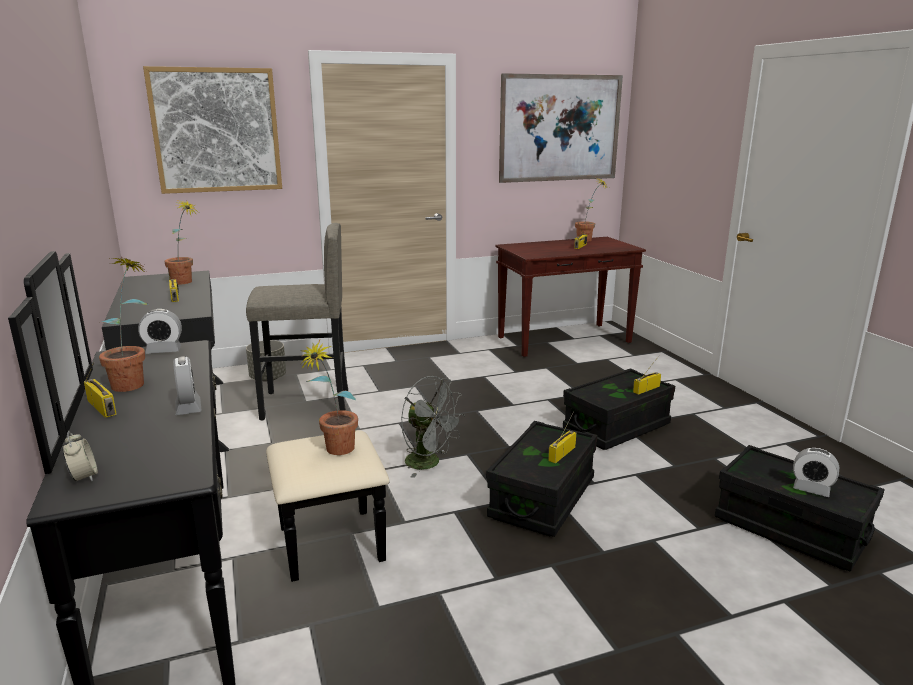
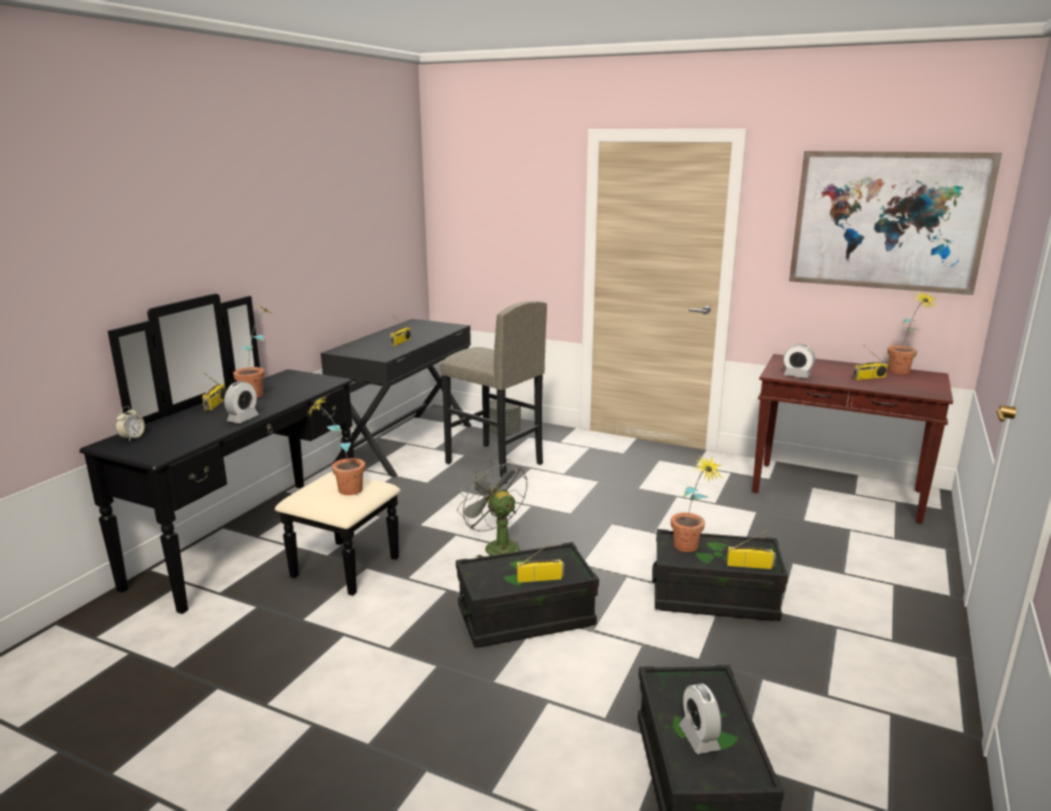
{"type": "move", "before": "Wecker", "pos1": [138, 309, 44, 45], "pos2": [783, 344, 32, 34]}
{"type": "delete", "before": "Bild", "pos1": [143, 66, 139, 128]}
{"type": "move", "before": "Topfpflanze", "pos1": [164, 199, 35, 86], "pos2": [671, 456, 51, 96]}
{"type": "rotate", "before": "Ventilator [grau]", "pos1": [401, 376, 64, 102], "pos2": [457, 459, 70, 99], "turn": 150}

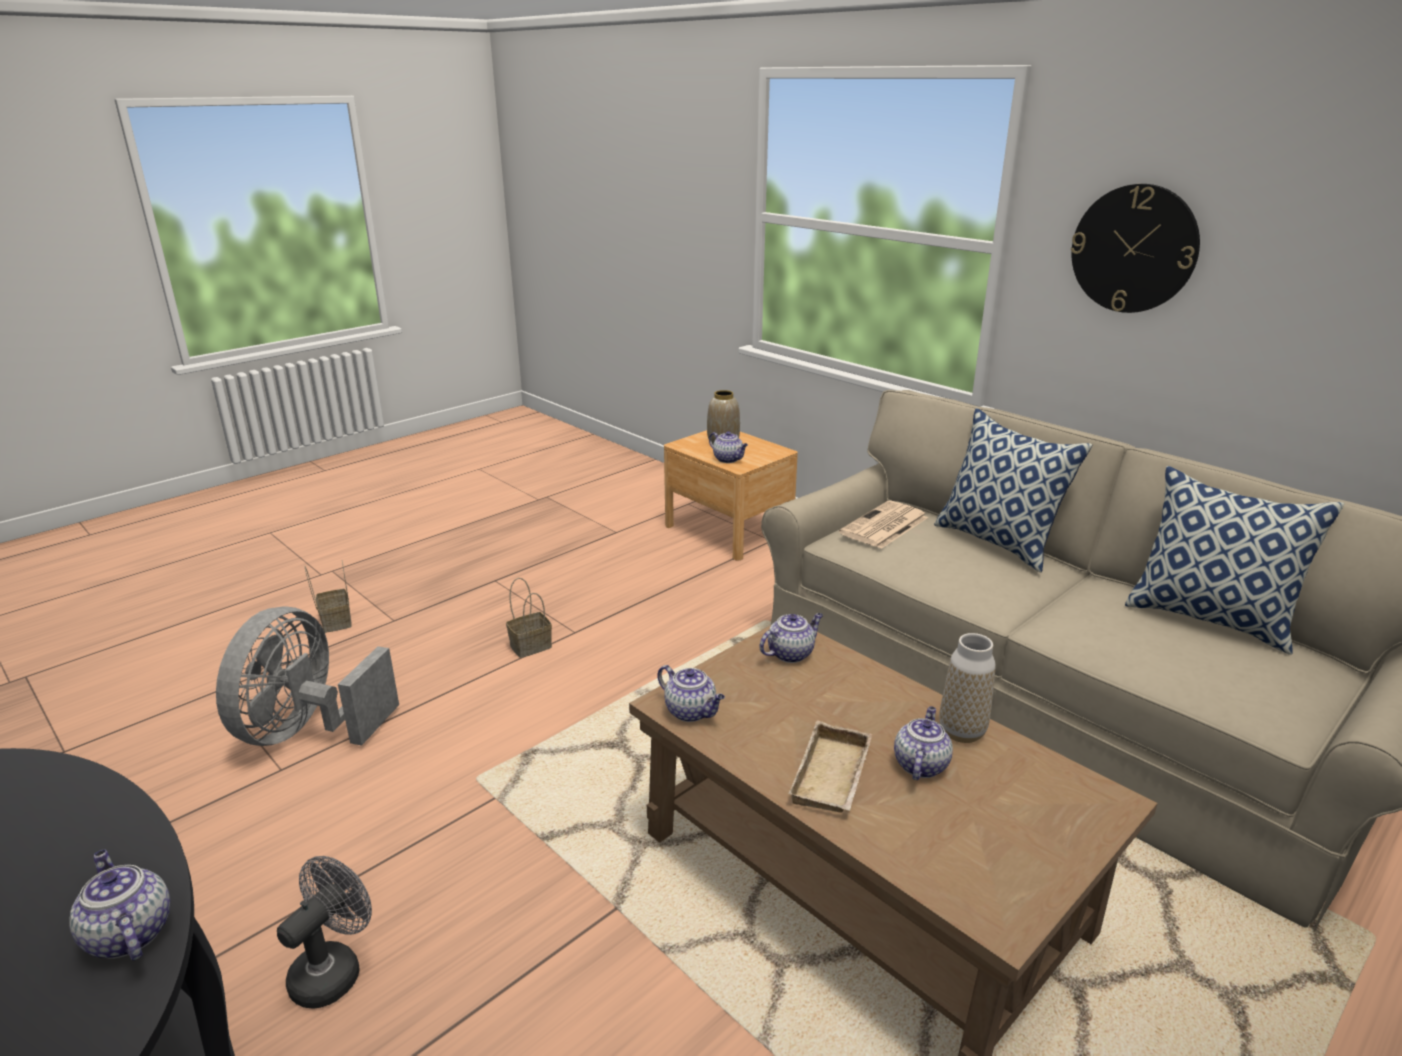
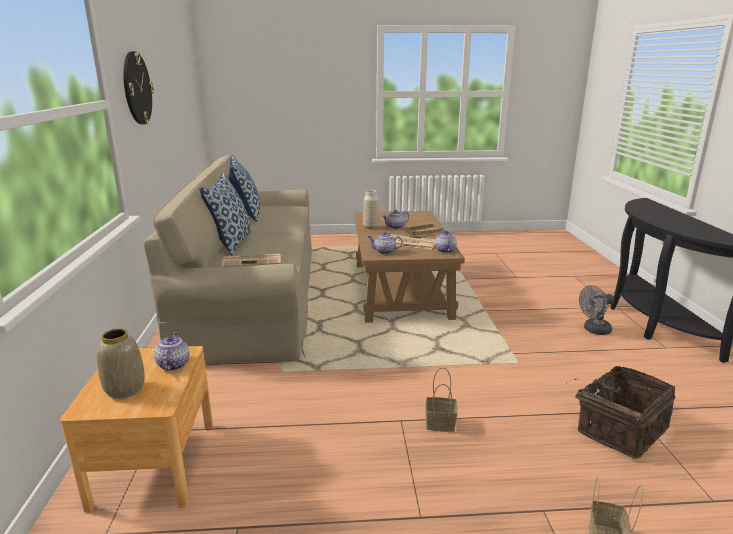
{"type": "delete", "before": "Teekanne", "pos1": [69, 850, 101, 111]}
{"type": "replace", "before": "Ventilator [grau]", "after": "Korb", "pos1": [216, 607, 183, 139], "pos2": [566, 366, 110, 93]}
{"type": "insert", "after": "Zeitung", "pos2": [391, 234, 45, 16]}

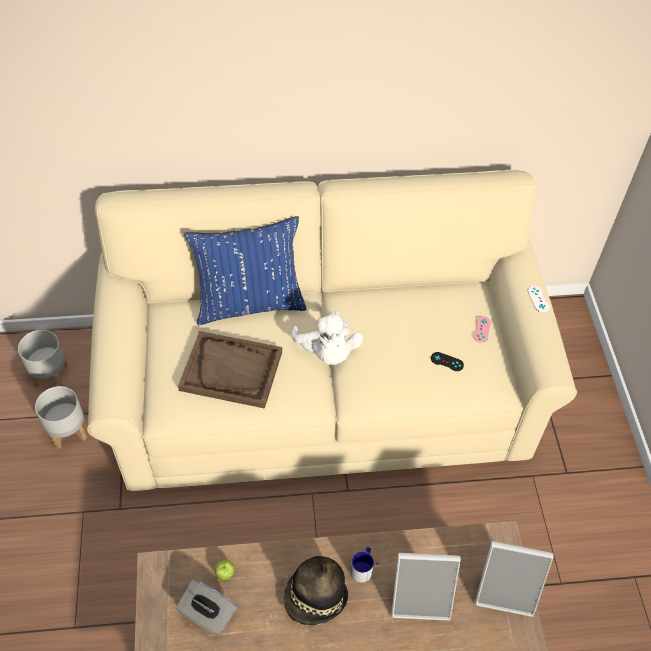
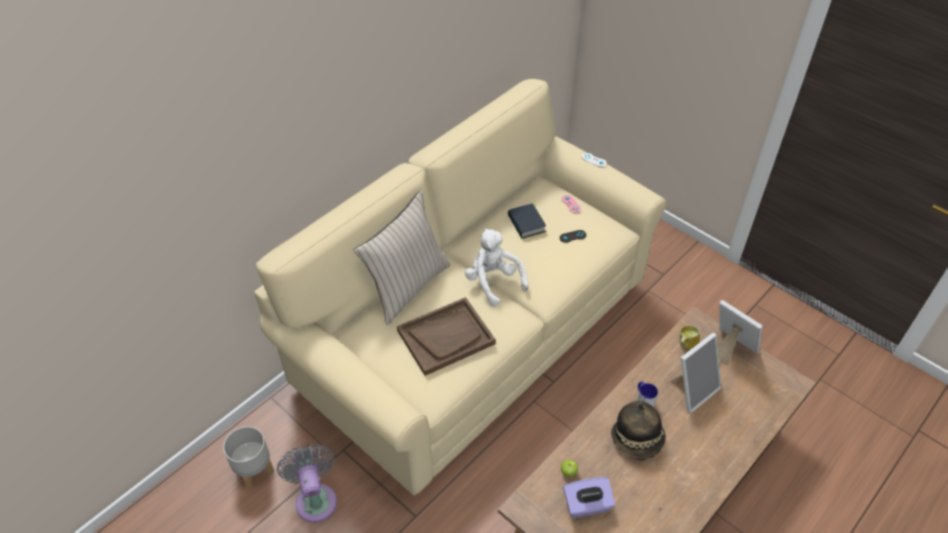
{"type": "replace", "before": "Pflanzkübel [grau]", "after": "Ventilator [grau]", "pos1": [35, 386, 52, 63], "pos2": [277, 444, 60, 79]}
{"type": "recolor", "before": "Taschentuchbox [grau]", "after": "Taschentuchbox [lila]", "pos1": [176, 579, 61, 57], "pos2": [563, 477, 52, 41]}
{"type": "recolor", "before": "Kissen [blau]", "after": "Kissen [beige]", "pos1": [184, 216, 122, 109], "pos2": [354, 190, 97, 135]}
{"type": "rotate", "before": "Plüschtier [weiß]", "pos1": [292, 311, 71, 54], "pos2": [465, 229, 64, 78], "turn": -150}
{"type": "rotate", "before": "Bilderrahmen", "pos1": [475, 541, 79, 76], "pos2": [718, 300, 45, 66], "turn": -105}
{"type": "insert", "after": "Buch", "pos2": [508, 204, 38, 35]}
{"type": "insert", "after": "Henkelbecher", "pos2": [680, 325, 20, 24]}

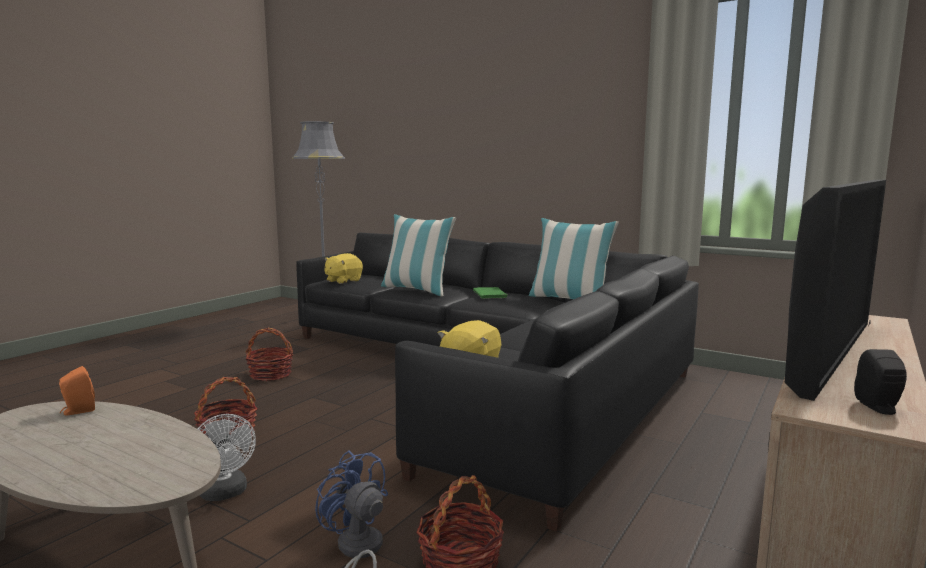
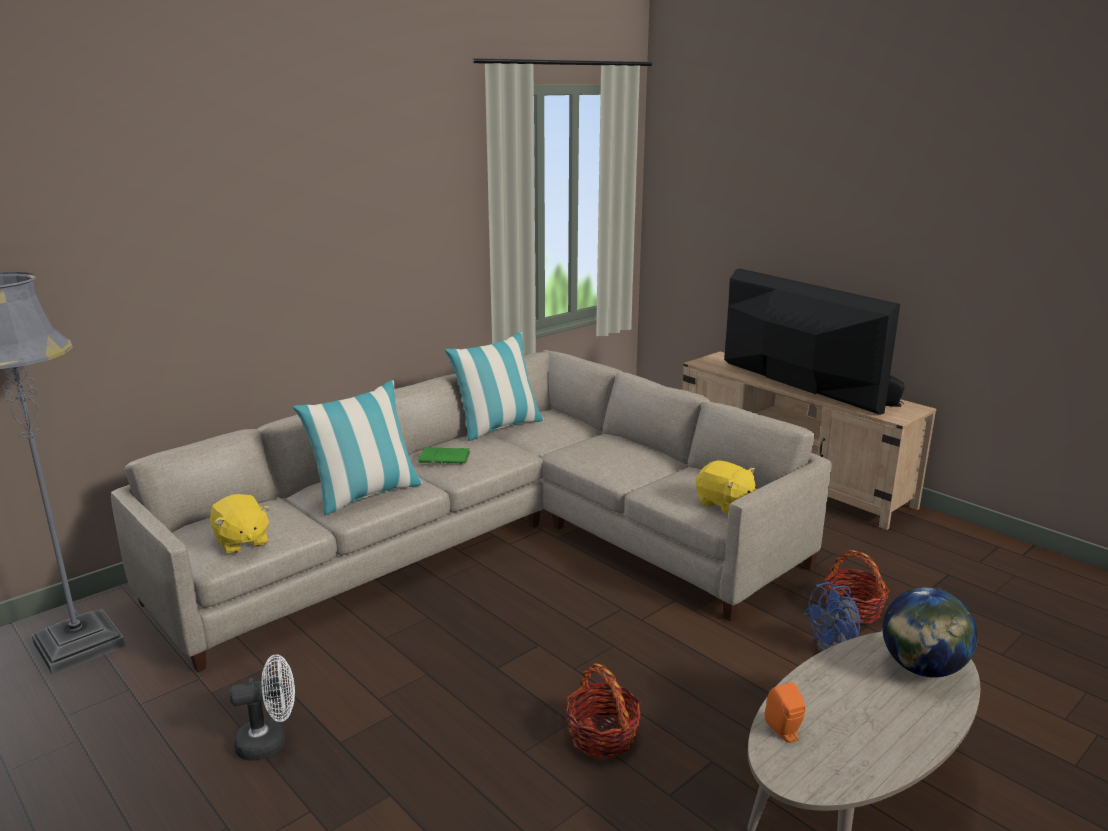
{"type": "move", "before": "Ventilator [weiß]", "pos1": [198, 414, 58, 87], "pos2": [230, 654, 65, 107]}
{"type": "delete", "before": "Korb", "pos1": [245, 328, 48, 53]}
{"type": "recolor", "before": "Sofa [schwarz]", "after": "Sofa [beige]", "pos1": [296, 233, 403, 299], "pos2": [111, 350, 721, 322]}
{"type": "insert", "after": "Globus", "pos2": [882, 587, 95, 91]}

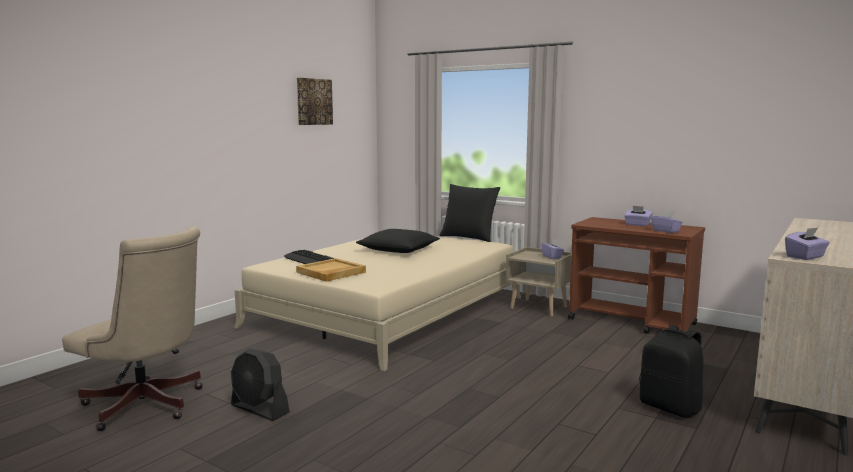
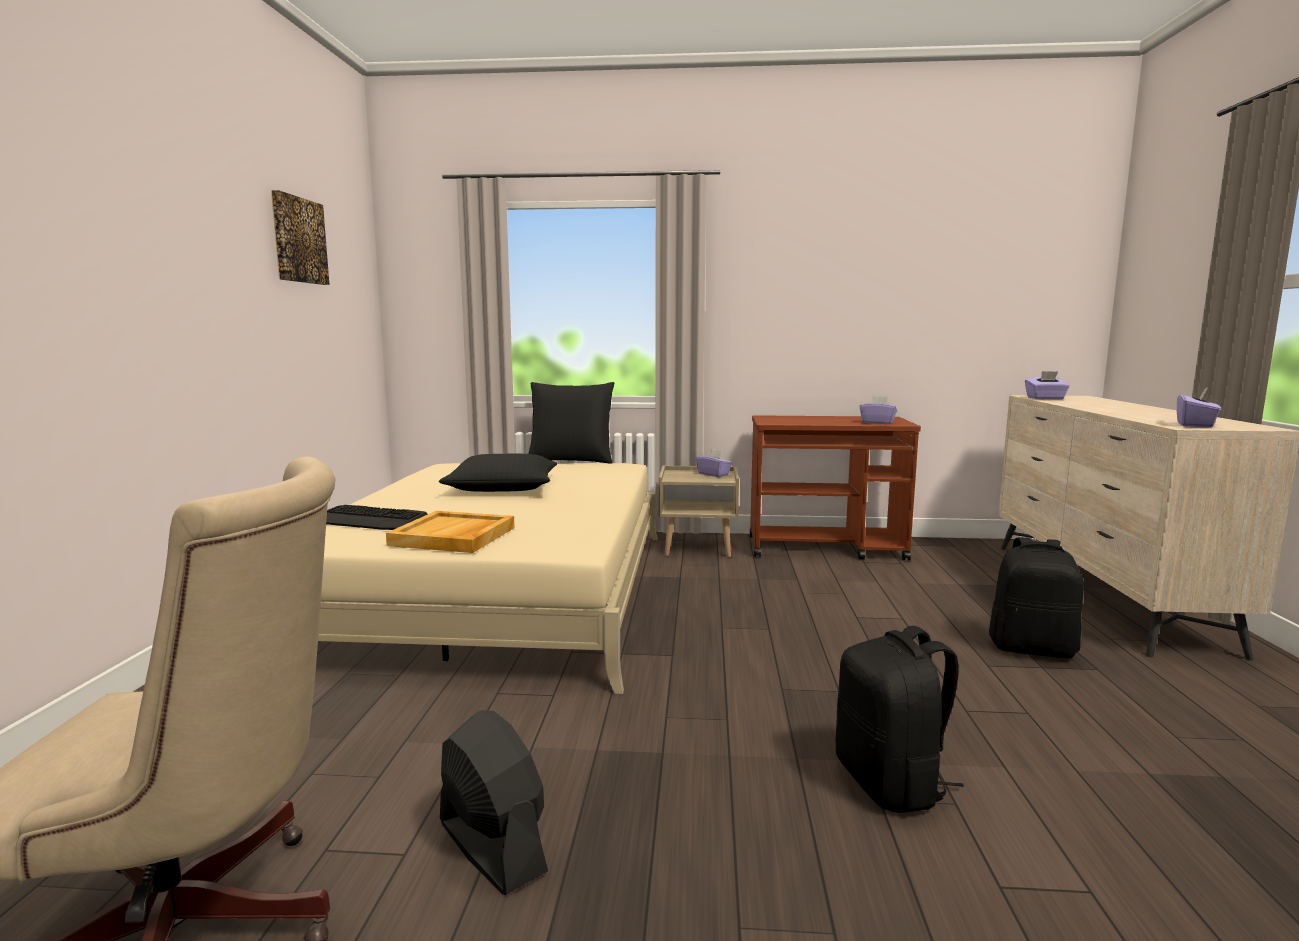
{"type": "rotate", "before": "Ventilator [schwarz]", "pos1": [231, 348, 59, 73], "pos2": [440, 710, 108, 185], "turn": -135}
{"type": "move", "before": "Taschentuchbox [lila]", "pos1": [624, 206, 29, 20], "pos2": [1025, 371, 45, 28]}
{"type": "insert", "after": "Rucksack [schwarz]", "pos2": [836, 626, 128, 187]}

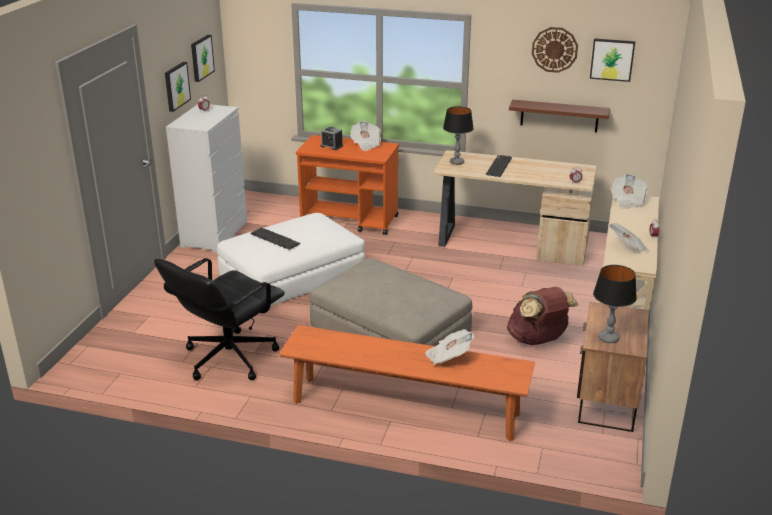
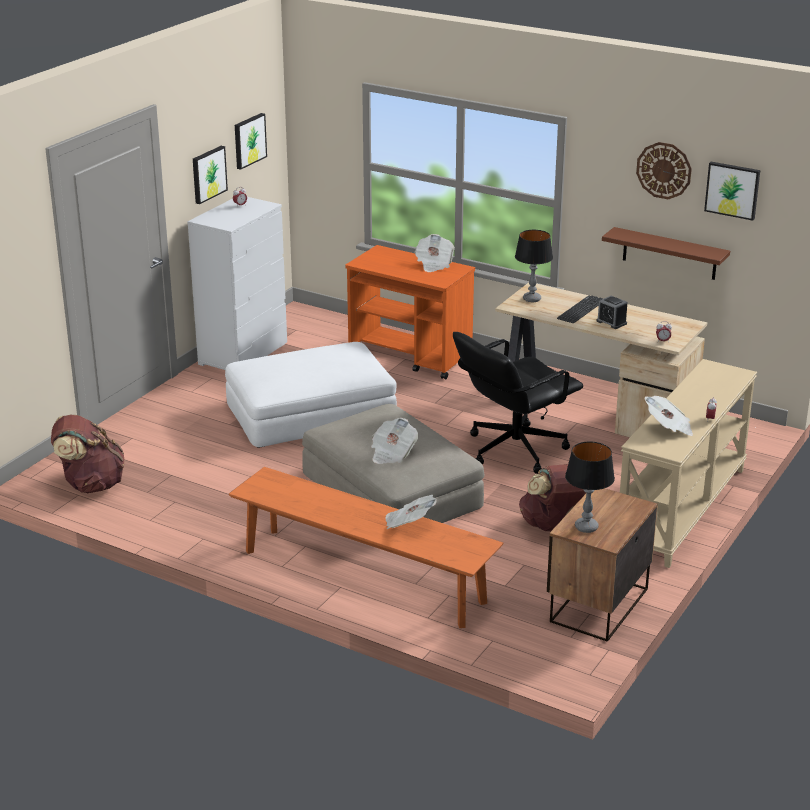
{"type": "move", "before": "Bürostuhl [schwarz]", "pos1": [154, 258, 131, 122], "pos2": [453, 332, 130, 142]}
{"type": "delete", "before": "Tastatur", "pos1": [250, 227, 51, 23]}
{"type": "move", "before": "Wecker", "pos1": [321, 127, 22, 23], "pos2": [596, 296, 31, 33]}
{"type": "move", "before": "Zeitung", "pos1": [610, 174, 38, 35], "pos2": [371, 418, 47, 46]}
{"type": "insert", "after": "Rucksack [braun]", "pos2": [51, 415, 74, 78]}

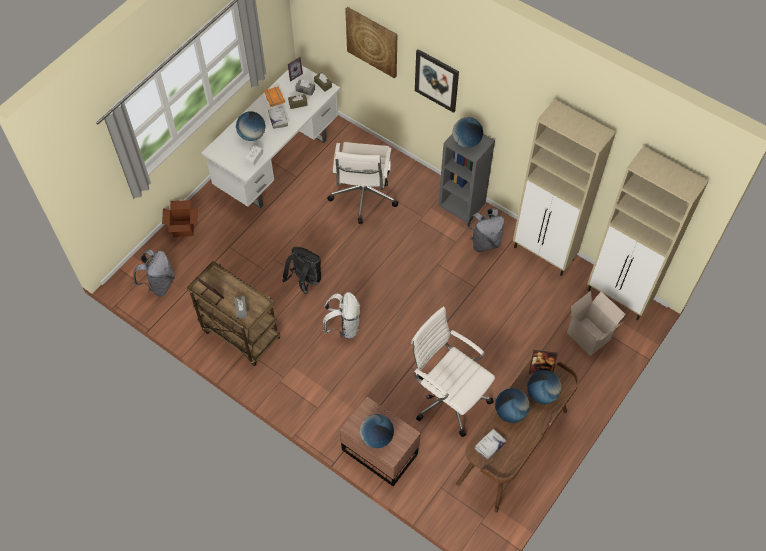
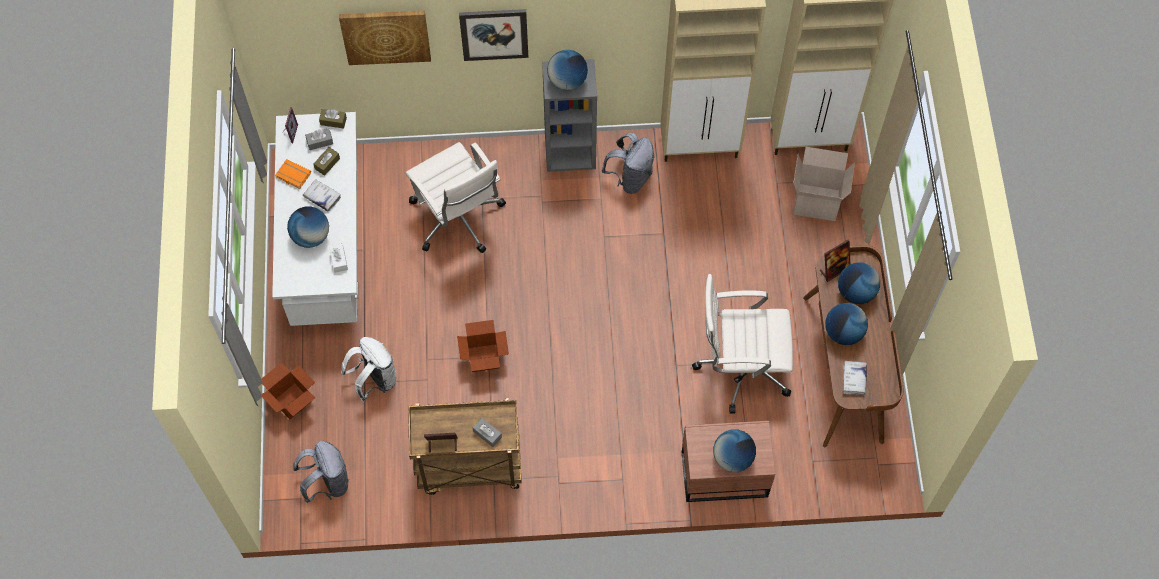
{"type": "replace", "before": "Rucksack [schwarz]", "after": "Karton", "pos1": [282, 247, 39, 47], "pos2": [457, 320, 52, 52]}
{"type": "move", "before": "Rucksack [weiß]", "pos1": [323, 292, 37, 47], "pos2": [341, 337, 55, 64]}

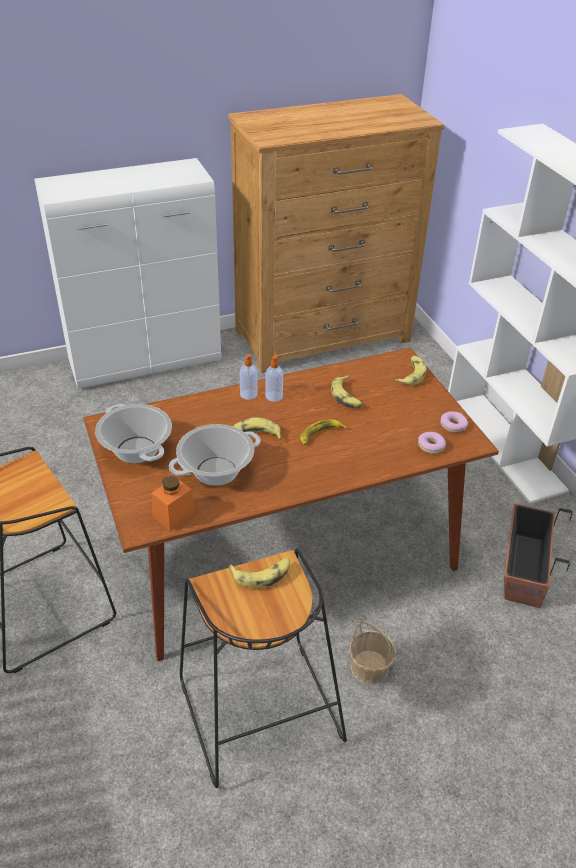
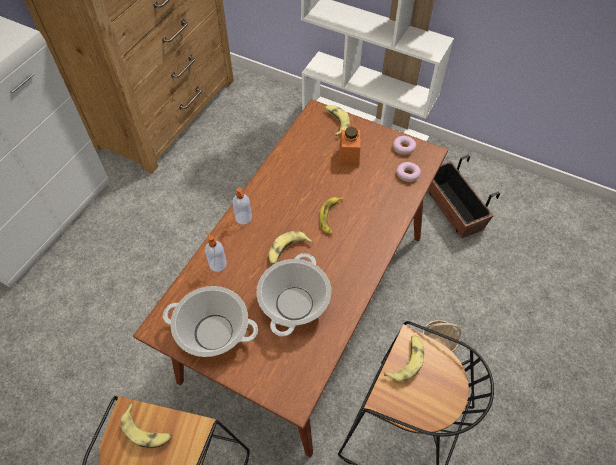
{"type": "move", "before": "Vorratsglas [orange]", "pos1": [151, 476, 44, 55], "pos2": [339, 127, 21, 39]}
{"type": "move", "before": "Seifenspender", "pos1": [265, 351, 18, 51], "pos2": [205, 231, 22, 41]}
{"type": "move", "before": "Banane", "pos1": [331, 375, 32, 33], "pos2": [120, 403, 52, 45]}

